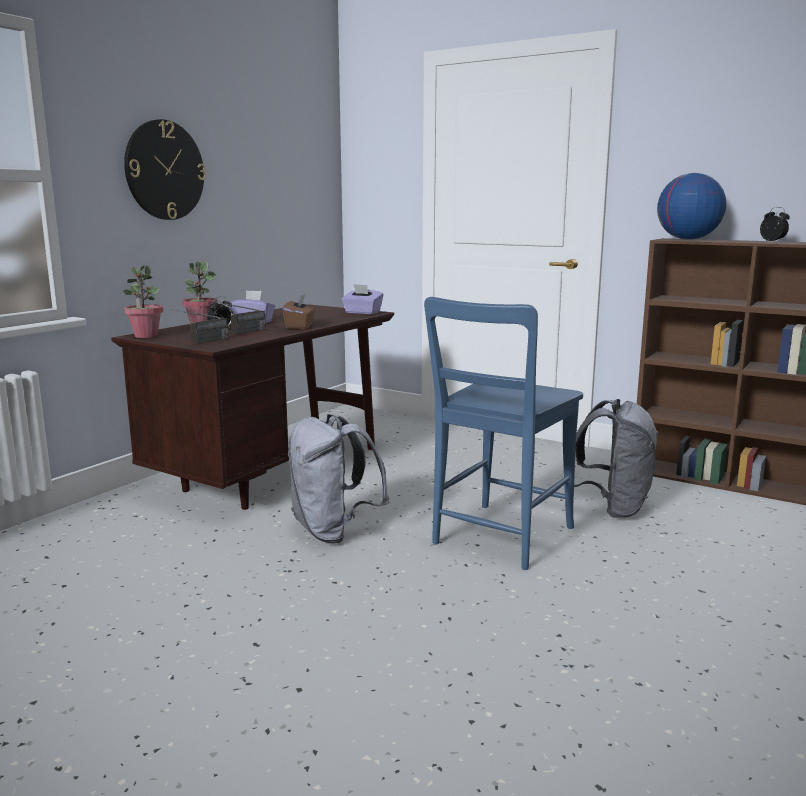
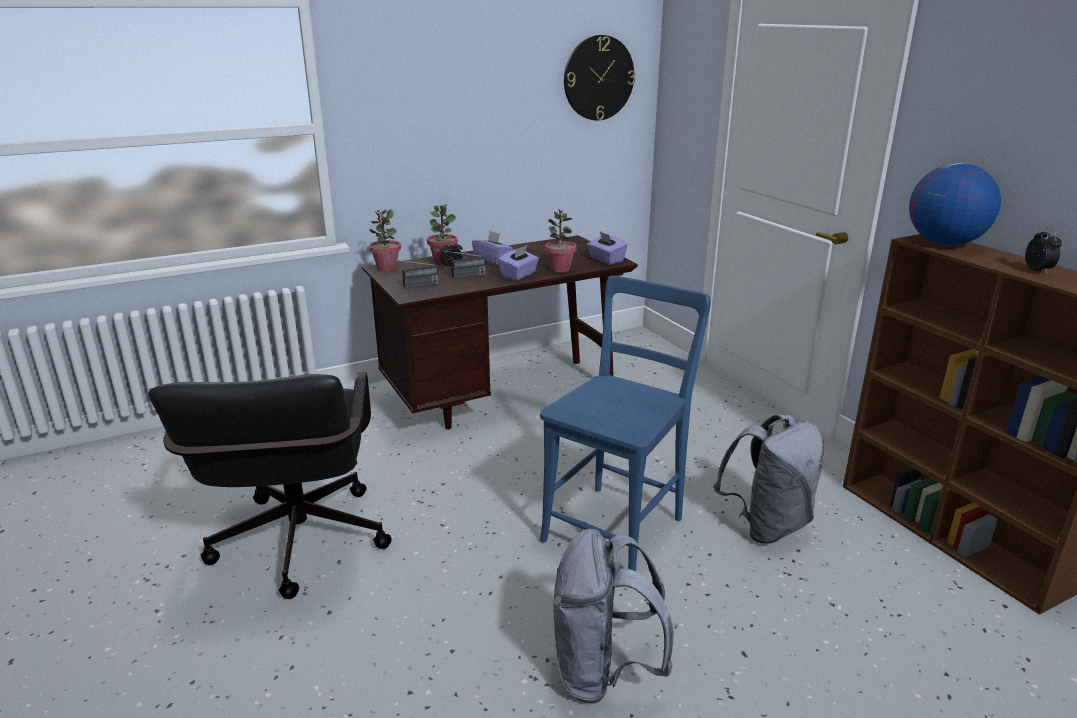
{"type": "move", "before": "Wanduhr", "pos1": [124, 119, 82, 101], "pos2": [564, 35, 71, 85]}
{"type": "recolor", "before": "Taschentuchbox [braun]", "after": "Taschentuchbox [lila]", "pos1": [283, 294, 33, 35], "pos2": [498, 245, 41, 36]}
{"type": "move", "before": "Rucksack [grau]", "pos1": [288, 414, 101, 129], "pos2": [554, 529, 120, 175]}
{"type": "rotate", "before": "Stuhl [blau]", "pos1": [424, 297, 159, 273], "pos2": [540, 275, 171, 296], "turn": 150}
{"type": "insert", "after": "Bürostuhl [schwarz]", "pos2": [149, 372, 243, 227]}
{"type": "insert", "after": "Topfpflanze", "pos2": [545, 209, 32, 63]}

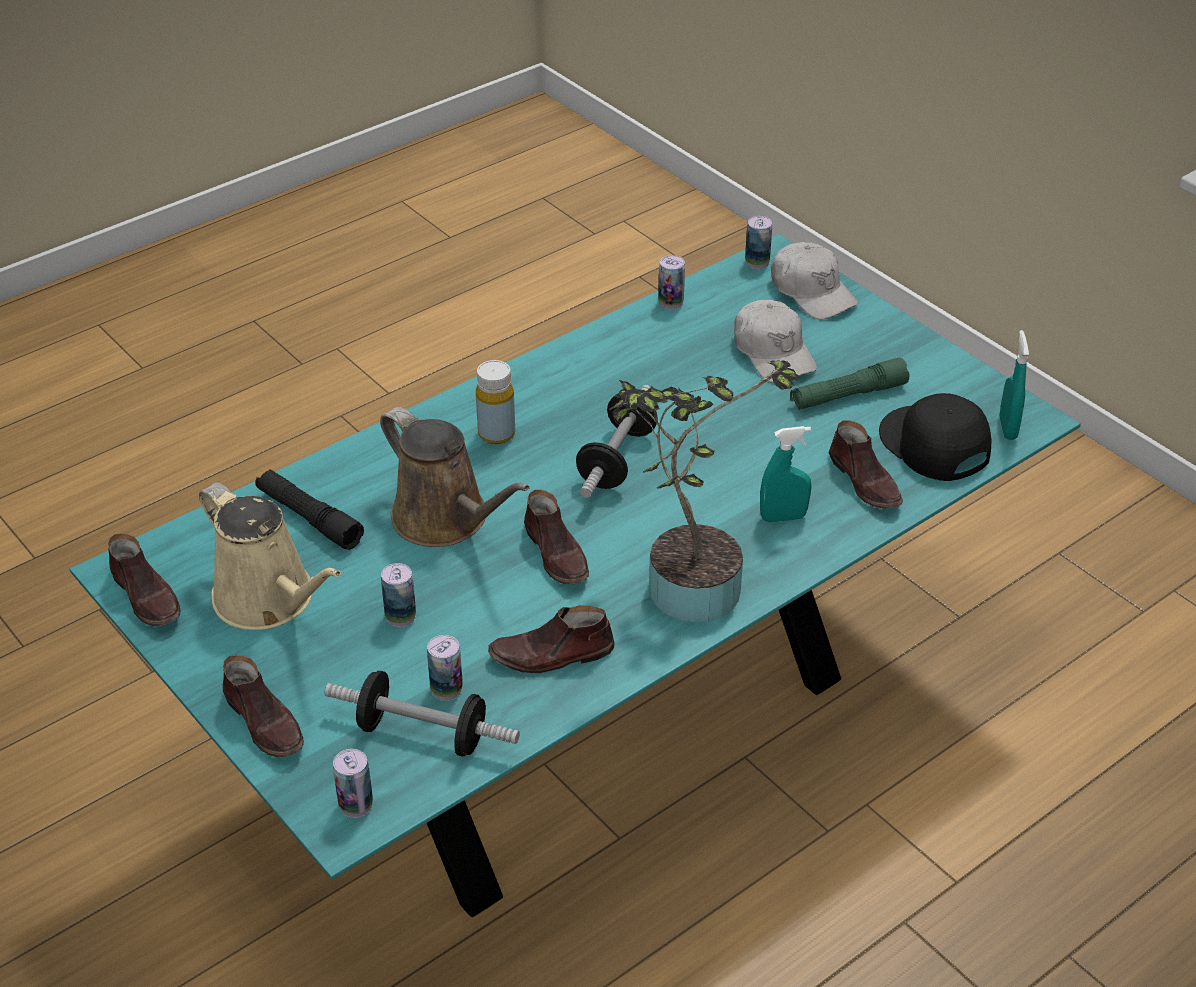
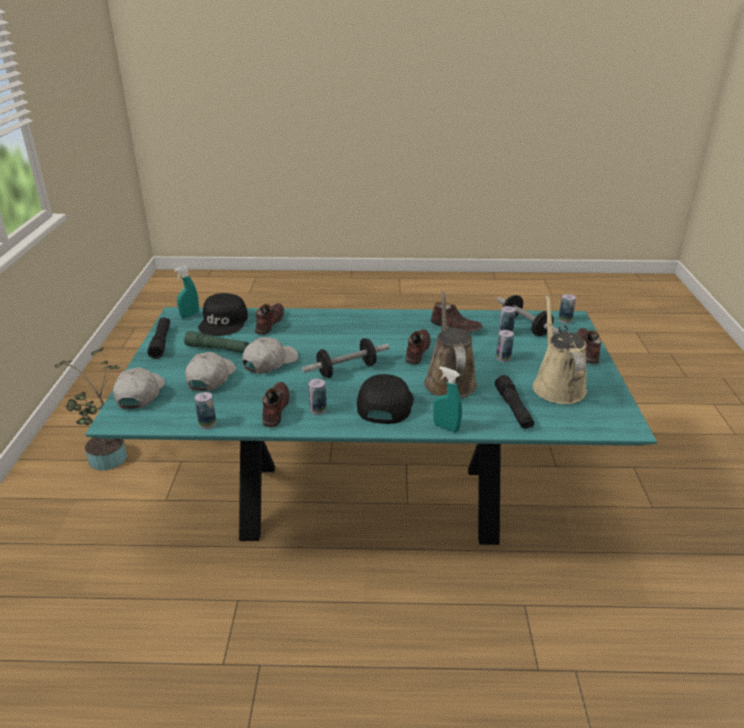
{"type": "move", "before": "Schuh [braun]", "pos1": [108, 533, 73, 94], "pos2": [262, 382, 28, 46]}
{"type": "replace", "before": "Flasche [gelb]", "after": "Kappe [schwarz]", "pos1": [476, 360, 39, 84], "pos2": [357, 374, 57, 50]}
{"type": "move", "before": "Topfpflanze", "pos1": [609, 360, 191, 262], "pos2": [54, 348, 73, 122]}
{"type": "move", "before": "Dose", "pos1": [745, 216, 27, 53], "pos2": [308, 379, 19, 36]}
{"type": "move", "before": "Sprühflasche [türkis]", "pos1": [760, 426, 51, 96], "pos2": [433, 366, 29, 67]}
{"type": "insert", "after": "Taschenlampe [schwarz]", "pos2": [147, 317, 23, 42]}
{"type": "insert", "after": "Kappe [weiß]", "pos2": [242, 337, 56, 37]}

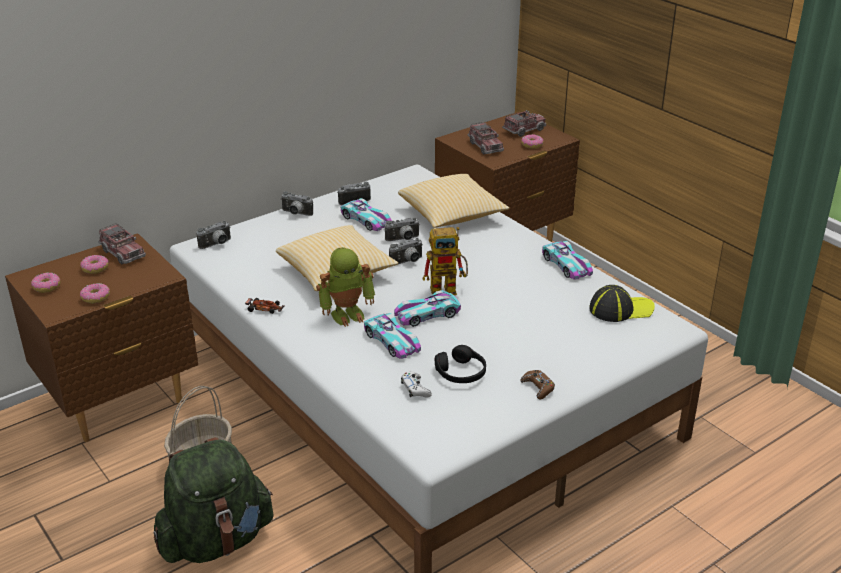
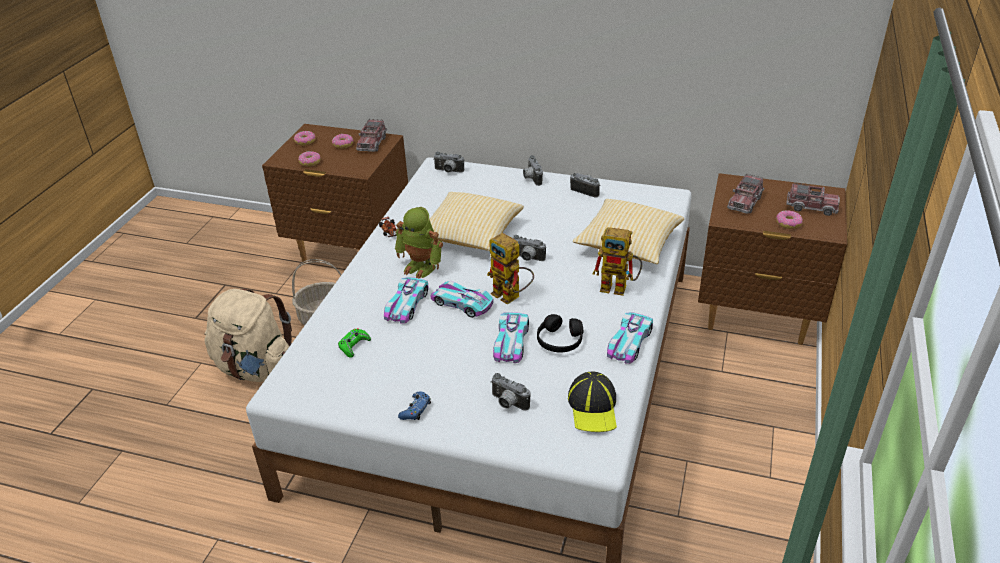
{"type": "recolor", "before": "Rucksack [grün]", "after": "Rucksack [beige]", "pos1": [154, 437, 119, 126], "pos2": [204, 289, 88, 93]}
{"type": "move", "before": "Spielzeugauto", "pos1": [341, 198, 51, 33], "pos2": [493, 312, 36, 51]}
{"type": "move", "before": "Kamera", "pos1": [385, 217, 35, 24], "pos2": [491, 373, 40, 37]}
{"type": "recolor", "before": "Gamepad [weiß]", "after": "Gamepad [grün]", "pos1": [401, 371, 31, 26], "pos2": [338, 328, 33, 30]}
{"type": "move", "before": "Kopfhörer [schwarz]", "pos1": [435, 345, 51, 38], "pos2": [537, 314, 46, 39]}
{"type": "recolor", "before": "Gamepad [braun]", "after": "Gamepad [blau]", "pos1": [520, 370, 35, 29], "pos2": [398, 391, 33, 29]}
{"type": "rotate", "before": "Kappe", "pos1": [589, 285, 66, 37], "pos2": [568, 371, 49, 61], "turn": 45}
{"type": "insert", "after": "Spielzeugroboter", "pos2": [593, 227, 49, 69]}

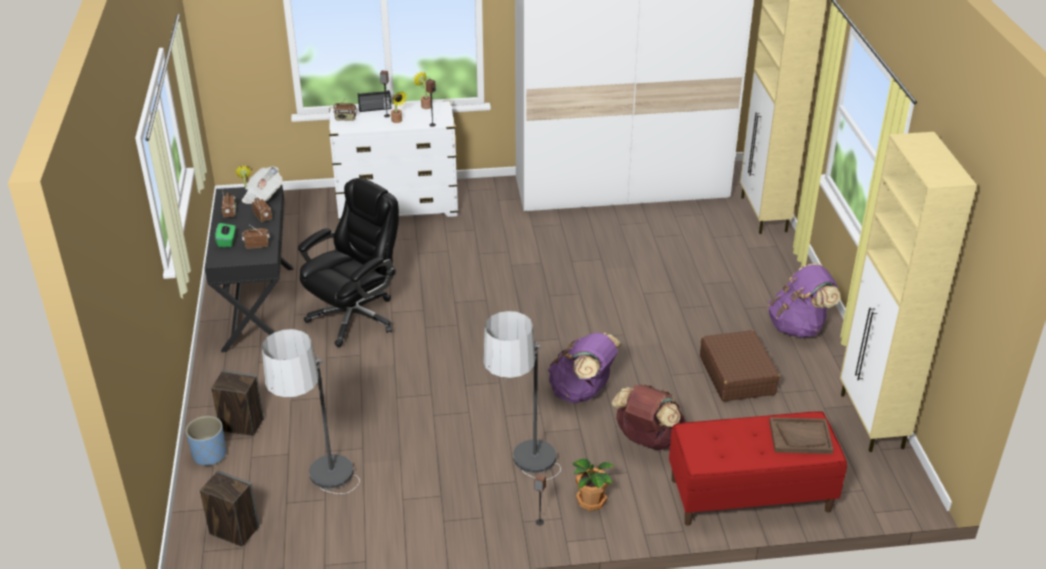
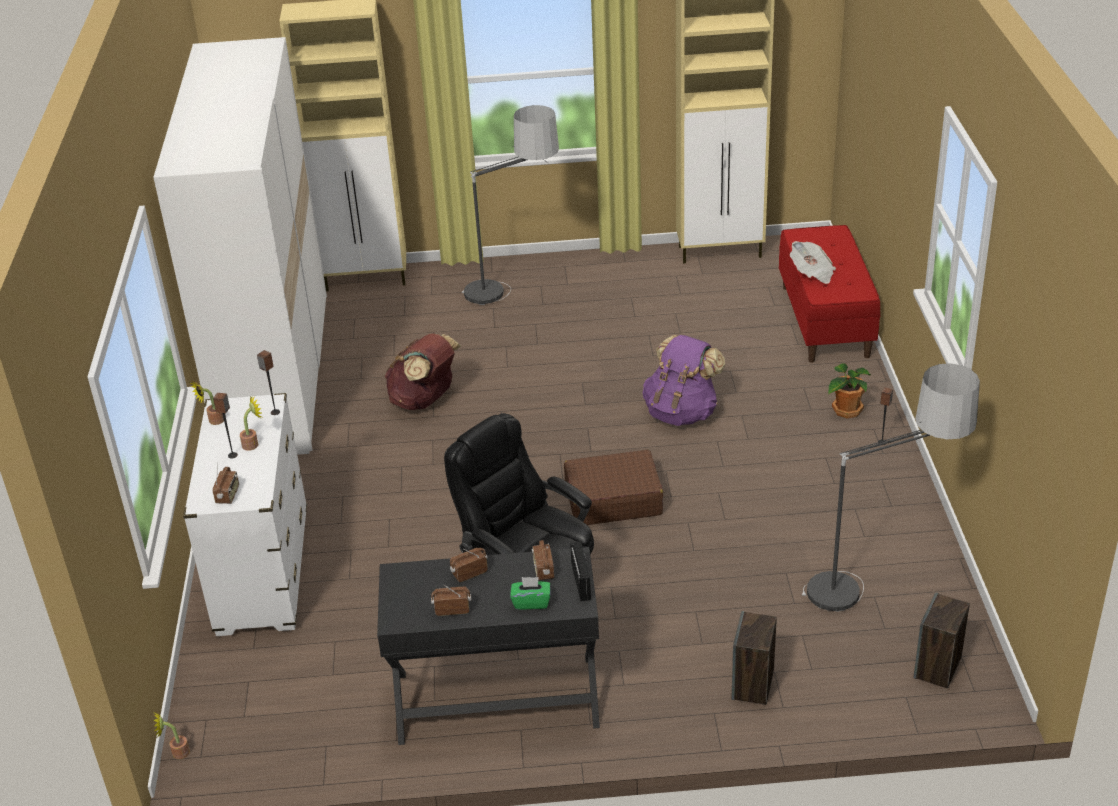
{"type": "delete", "before": "Pflanzkübel [blau]", "pos1": [186, 416, 40, 50]}
{"type": "move", "before": "Zeitung", "pos1": [242, 166, 41, 38], "pos2": [790, 241, 46, 43]}
{"type": "move", "before": "Radio", "pos1": [358, 90, 33, 22], "pos2": [570, 541, 21, 60]}
{"type": "move", "before": "Stehlampe", "pos1": [483, 311, 78, 169], "pos2": [461, 105, 98, 200]}
{"type": "move", "before": "Rucksack [braun]", "pos1": [612, 384, 74, 67], "pos2": [384, 333, 77, 77]}
{"type": "move", "before": "Koffer [braun]", "pos1": [700, 330, 80, 71], "pos2": [564, 450, 99, 75]}
{"type": "delete", "before": "Rucksack [lila]", "pos1": [768, 264, 73, 74]}
{"type": "delete", "before": "Tablett [braun]", "pos1": [769, 417, 64, 37]}

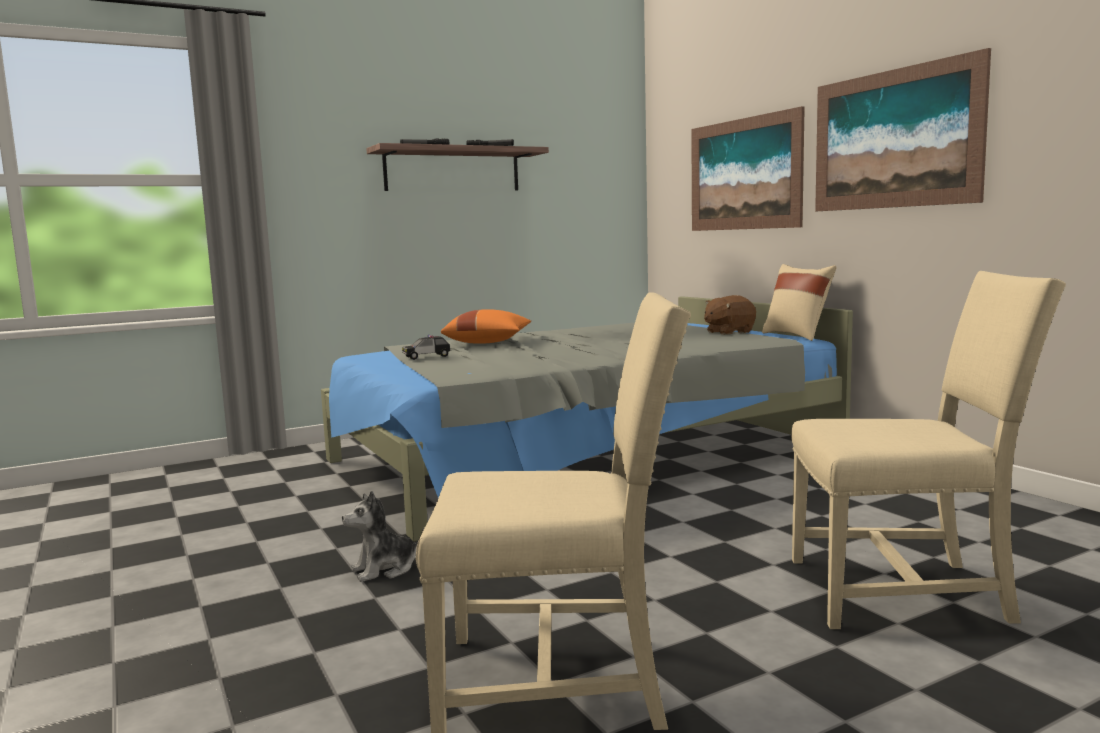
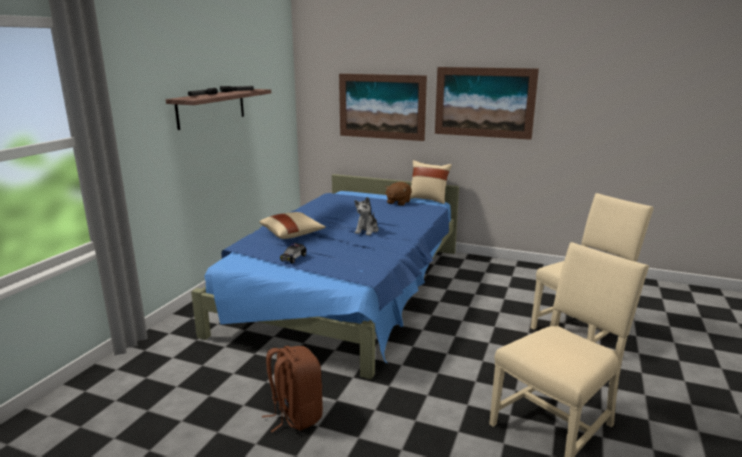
{"type": "recolor", "before": "Bett [grau]", "after": "Bett [blau]", "pos1": [321, 296, 532, 246], "pos2": [191, 174, 268, 205]}
{"type": "move", "before": "Plüschtier", "pos1": [342, 491, 82, 91], "pos2": [354, 197, 25, 39]}
{"type": "recolor", "before": "Kissen [orange]", "after": "Kissen [beige]", "pos1": [441, 309, 90, 35], "pos2": [259, 212, 67, 27]}
{"type": "insert", "after": "Rucksack [braun]", "pos2": [262, 346, 61, 86]}

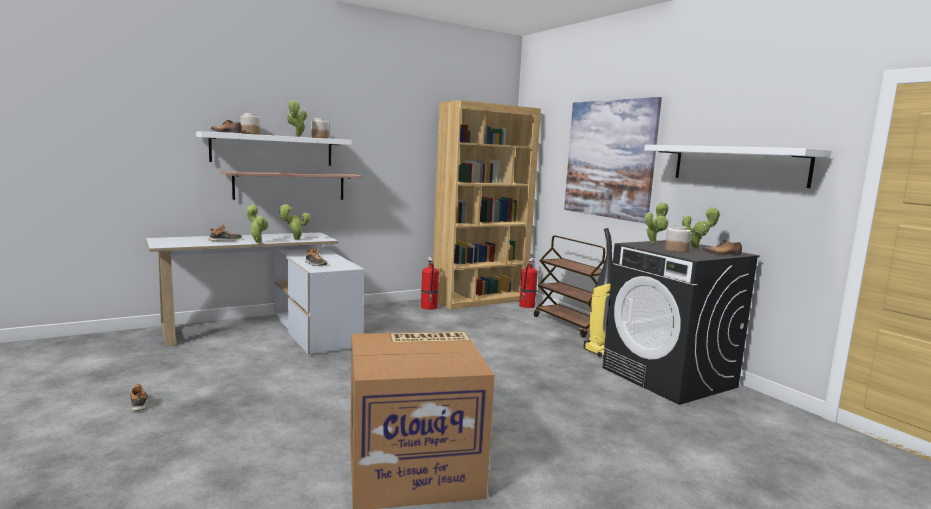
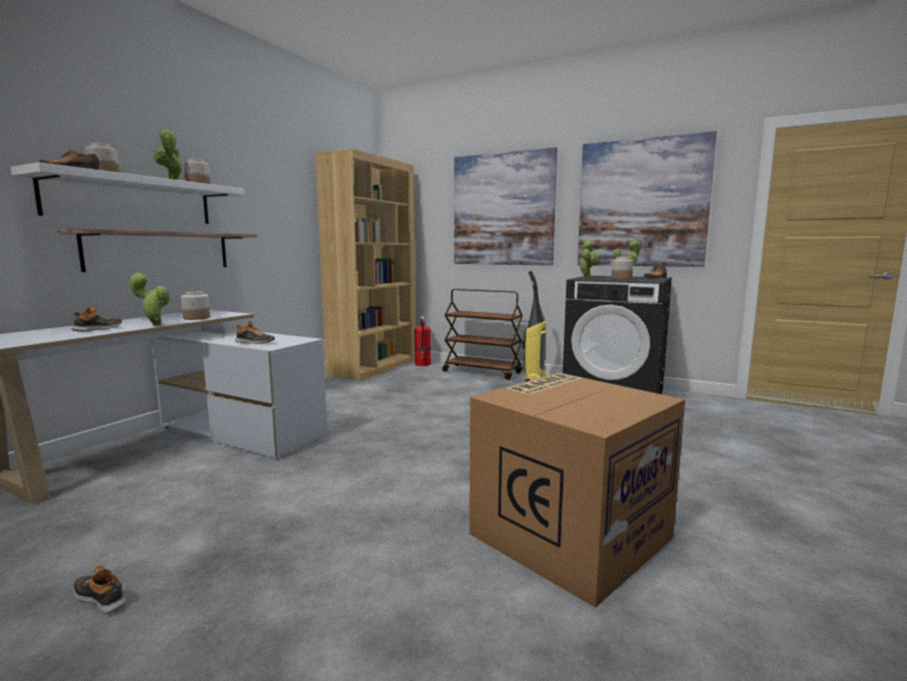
{"type": "replace", "before": "Topfpflanze", "after": "Vorratsglas", "pos1": [278, 204, 32, 36], "pos2": [181, 291, 29, 29]}
{"type": "delete", "before": "Feuerlöscher", "pos1": [421, 257, 18, 53]}
{"type": "replace", "before": "Wandregal [weiß]", "after": "Bild", "pos1": [644, 145, 187, 43], "pos2": [578, 131, 139, 136]}

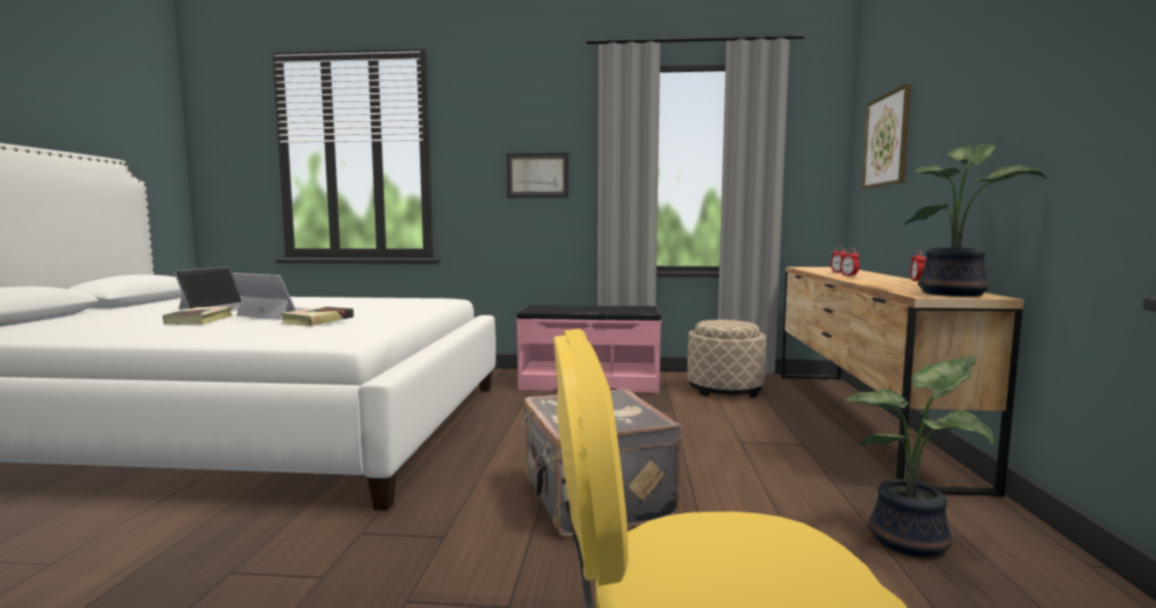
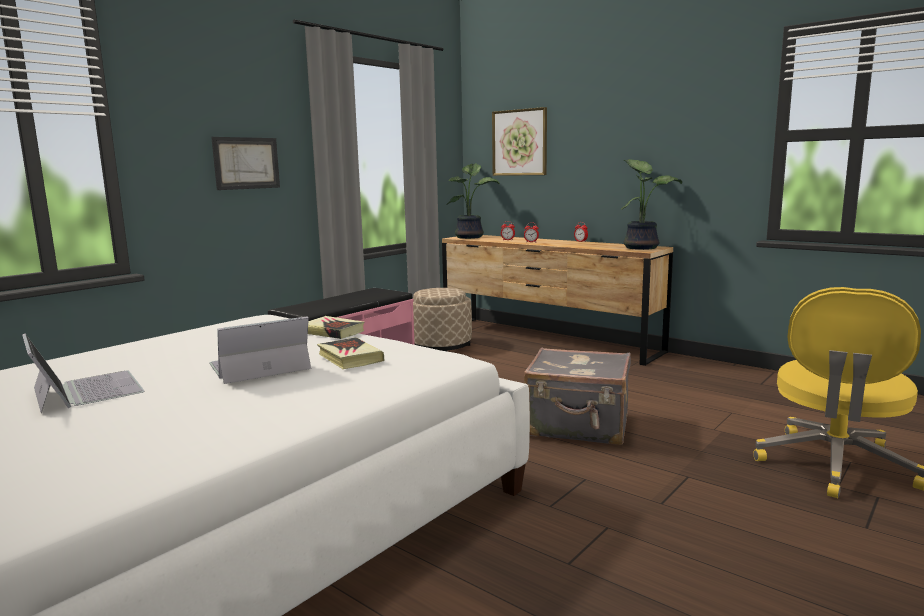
{"type": "move", "before": "Buch", "pos1": [163, 307, 70, 18], "pos2": [308, 316, 56, 23]}
{"type": "move", "before": "Topfpflanze", "pos1": [846, 356, 149, 201], "pos2": [446, 163, 53, 76]}

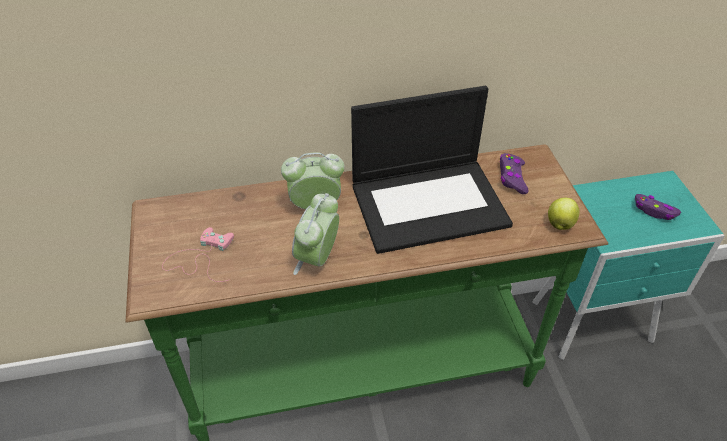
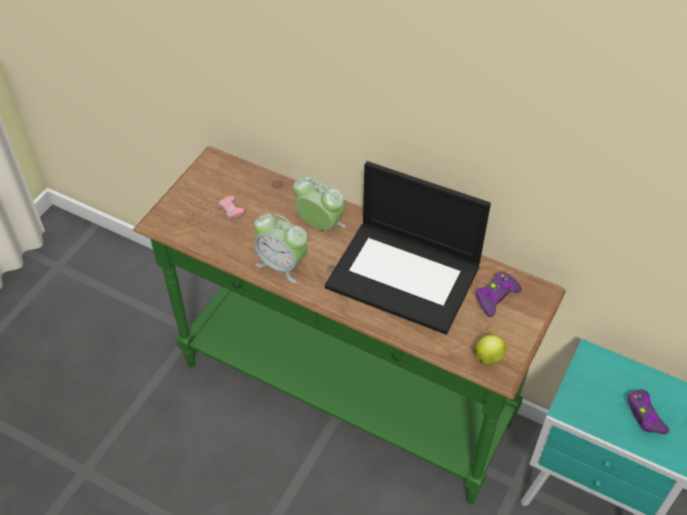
{"type": "rotate", "before": "Wecker", "pos1": [292, 193, 47, 82], "pos2": [254, 214, 54, 69], "turn": -120}

